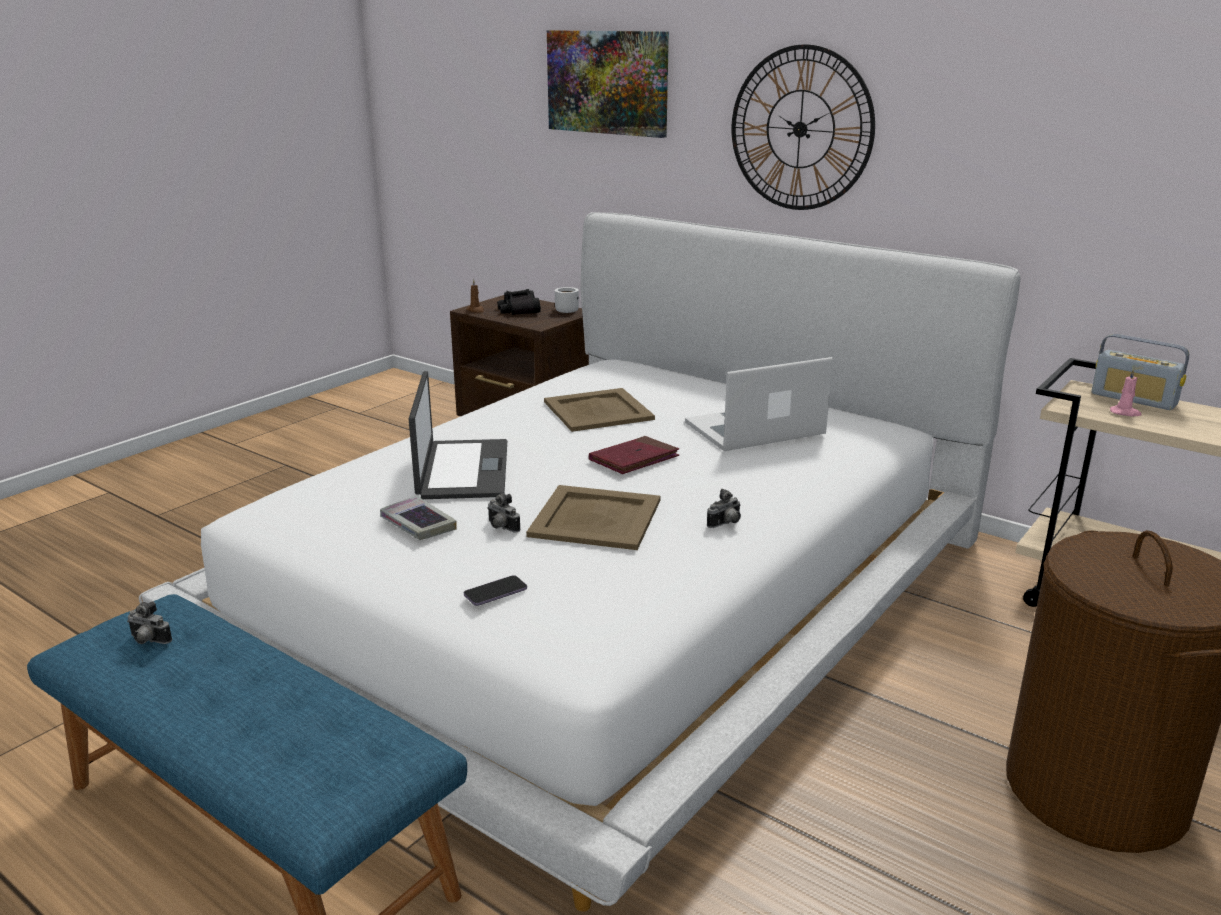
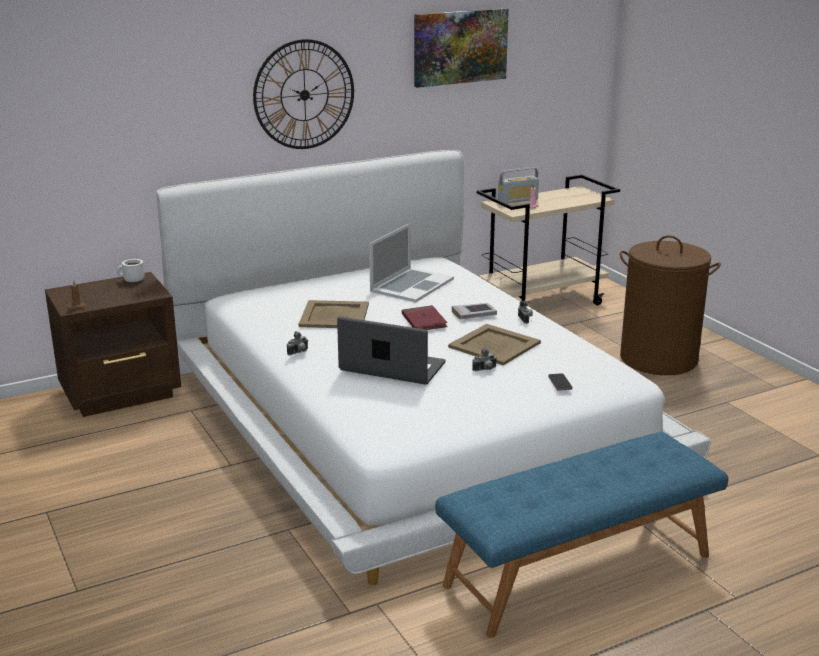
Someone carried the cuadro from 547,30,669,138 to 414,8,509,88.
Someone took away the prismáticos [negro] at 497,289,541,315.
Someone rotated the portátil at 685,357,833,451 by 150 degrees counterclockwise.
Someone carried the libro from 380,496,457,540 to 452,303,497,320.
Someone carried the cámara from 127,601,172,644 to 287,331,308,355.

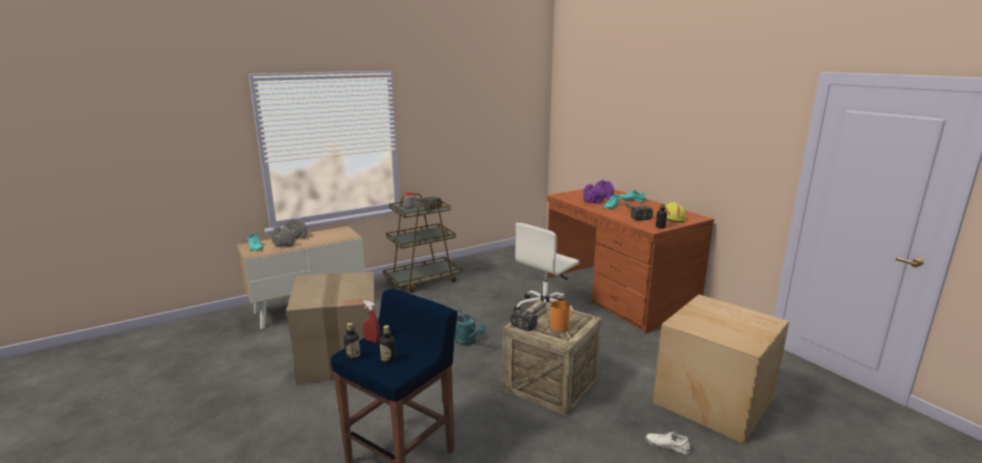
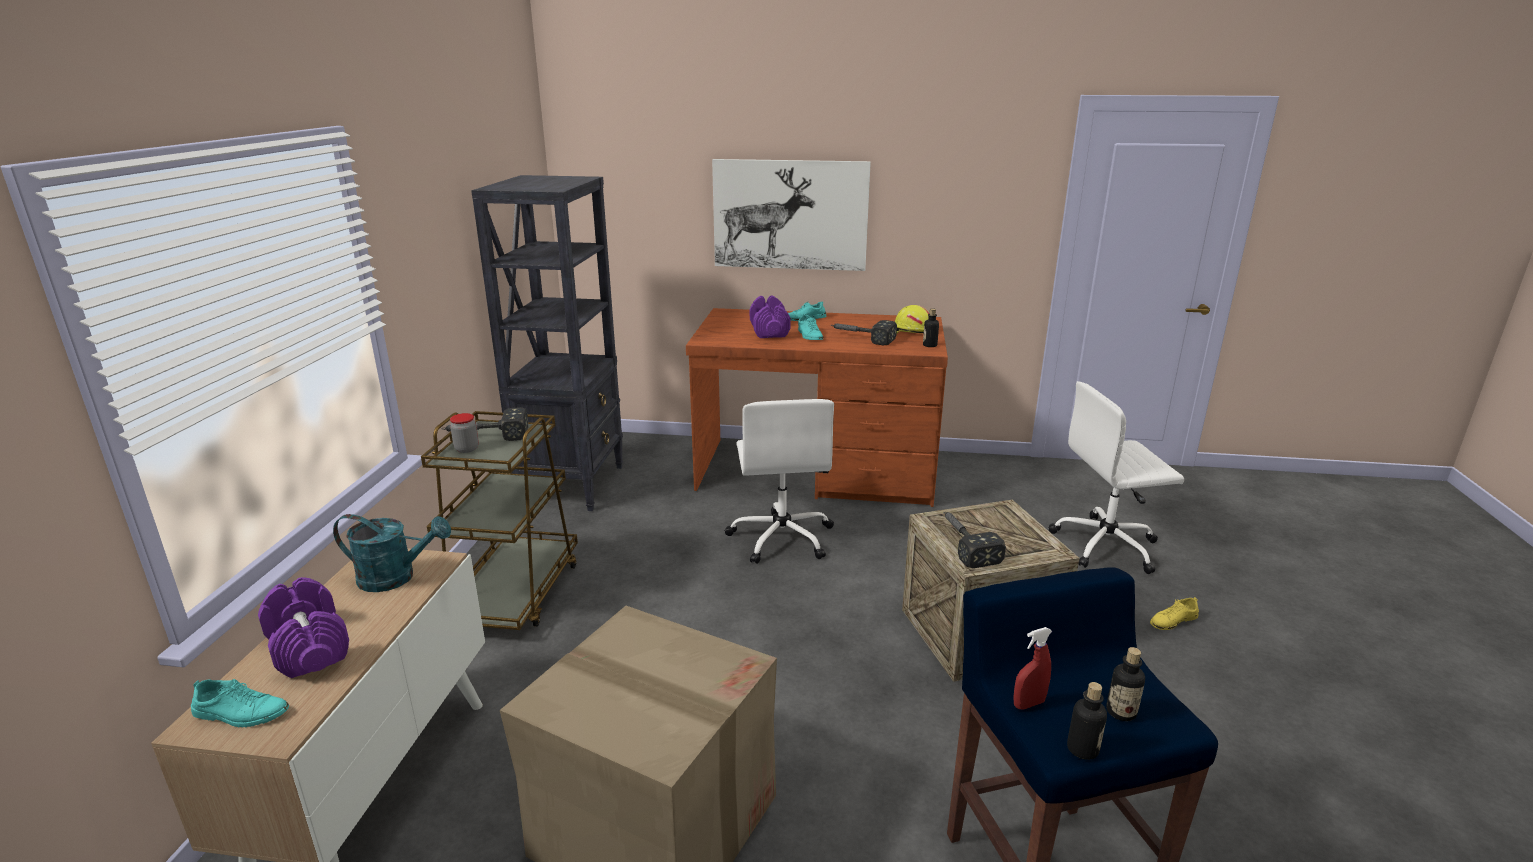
Someone repainted the mancuerna [gris] at 271,219,307,247, which became the mancuerna [morado] at 258,577,349,678.
Someone took away the botella [naranja] at 550,293,570,333.
Someone swapped the caja de cartón at 653,294,789,444 for the silla de oficina [blanco] at 1049,381,1184,574.
Someone carried the regadera [turquesa] from 455,309,486,346 to 333,514,451,592.
Someone repainted the zapato [blanco] at 645,432,691,454, which became the zapato [amarillo] at 1150,597,1199,630.
Someone put up the cuadro at 712,159,871,271.
Someone put down the estantería [negro] at 471,175,623,511.

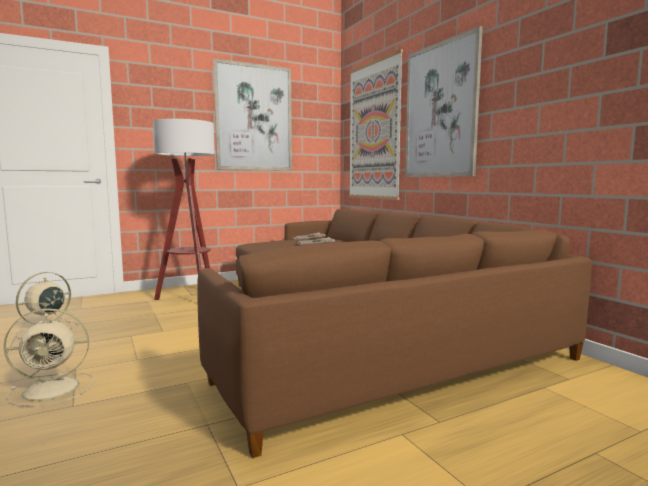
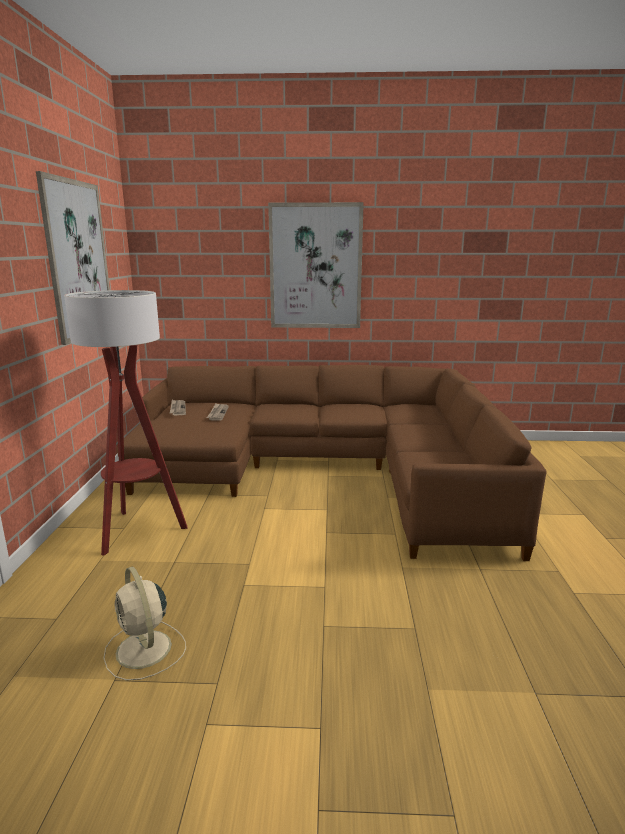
Someone took away the cuadro at 349,49,403,200.
Someone took away the ventilador [beis] at 3,309,94,407.

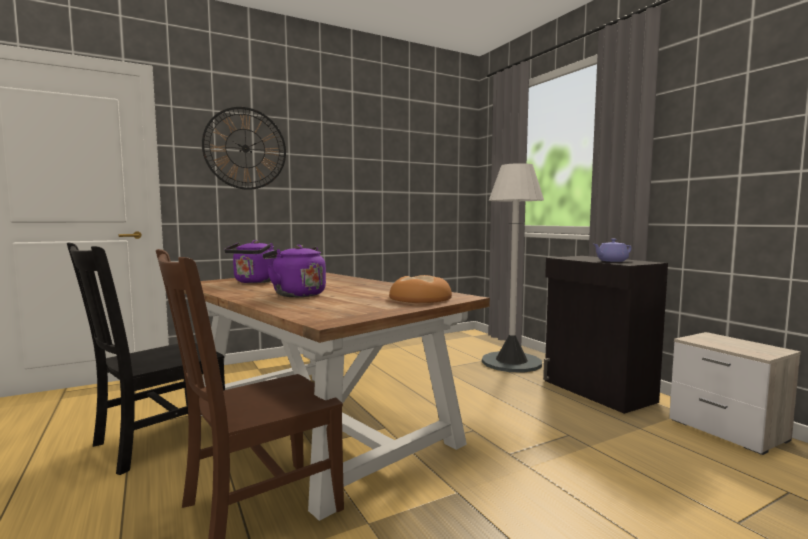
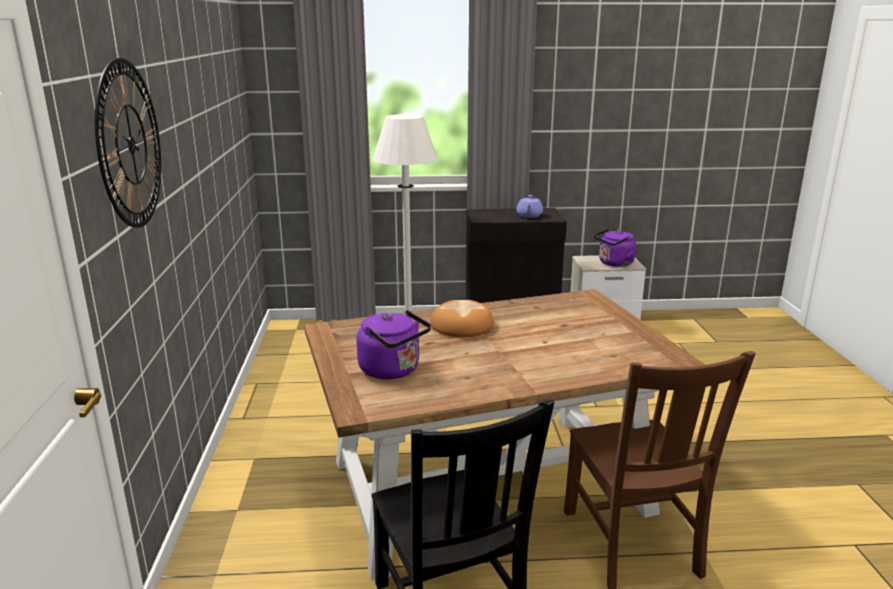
Someone carried the hervidor [morado] from 263,245,326,297 to 593,228,636,267.
Someone carried the pan from 389,275,452,303 to 430,300,493,337.

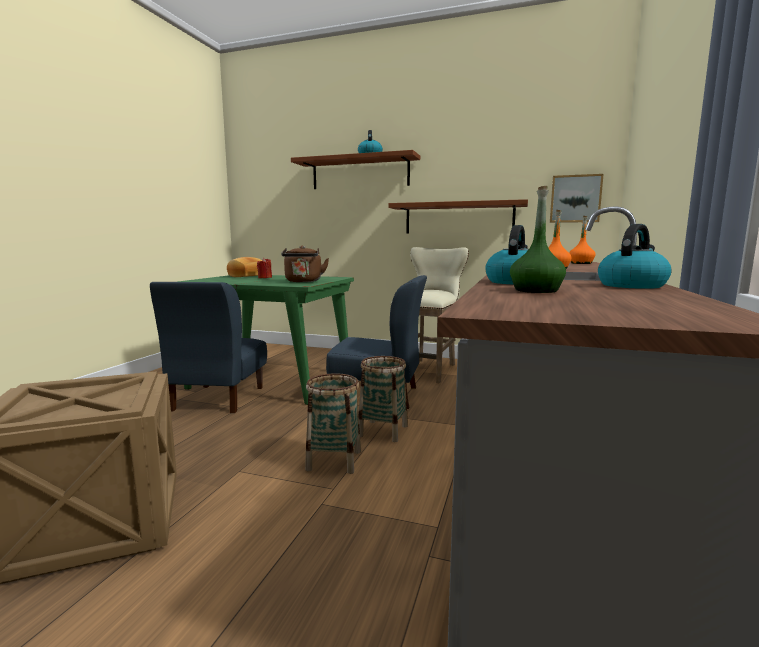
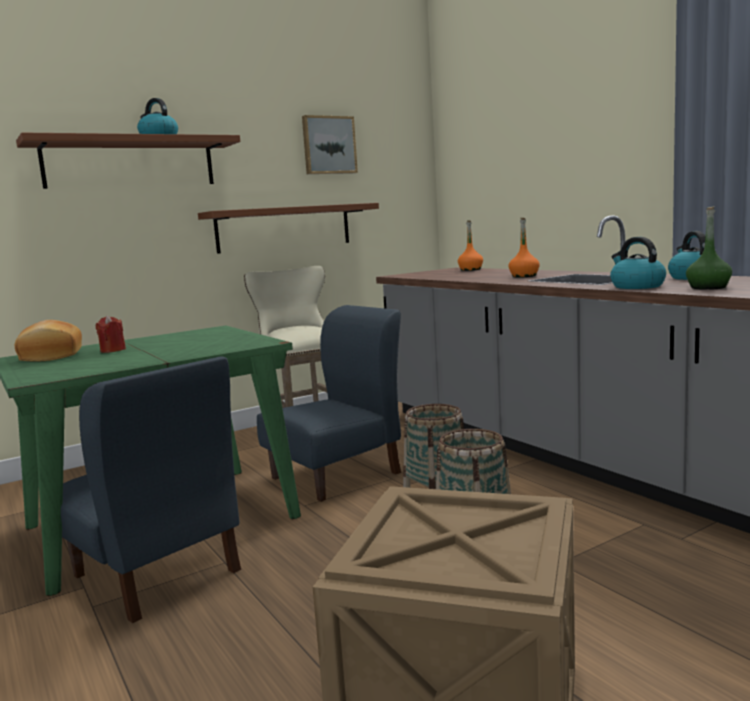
Someone carried the cuadro from 550,174,604,223 to 302,115,358,174.
Someone took away the hervidor [marrón] at 281,246,329,282.

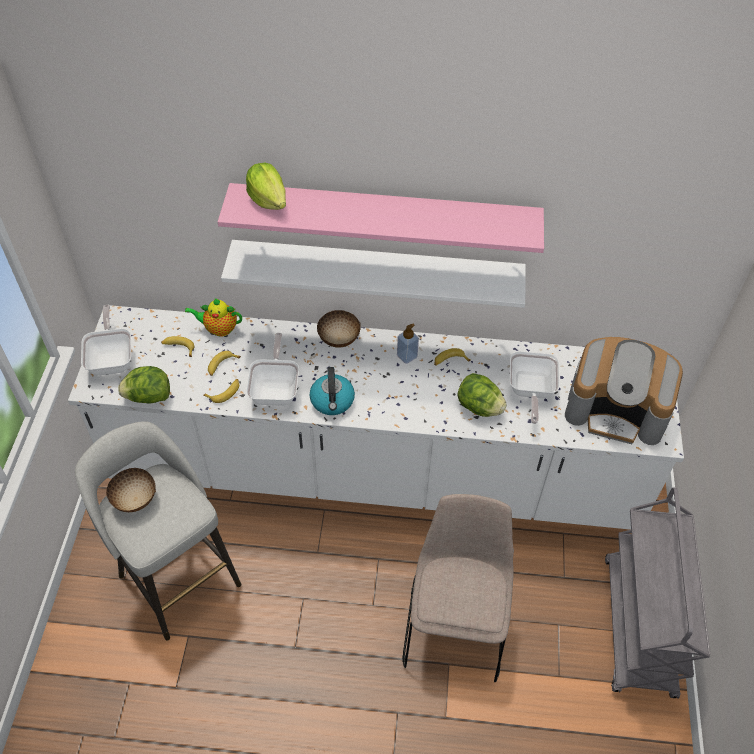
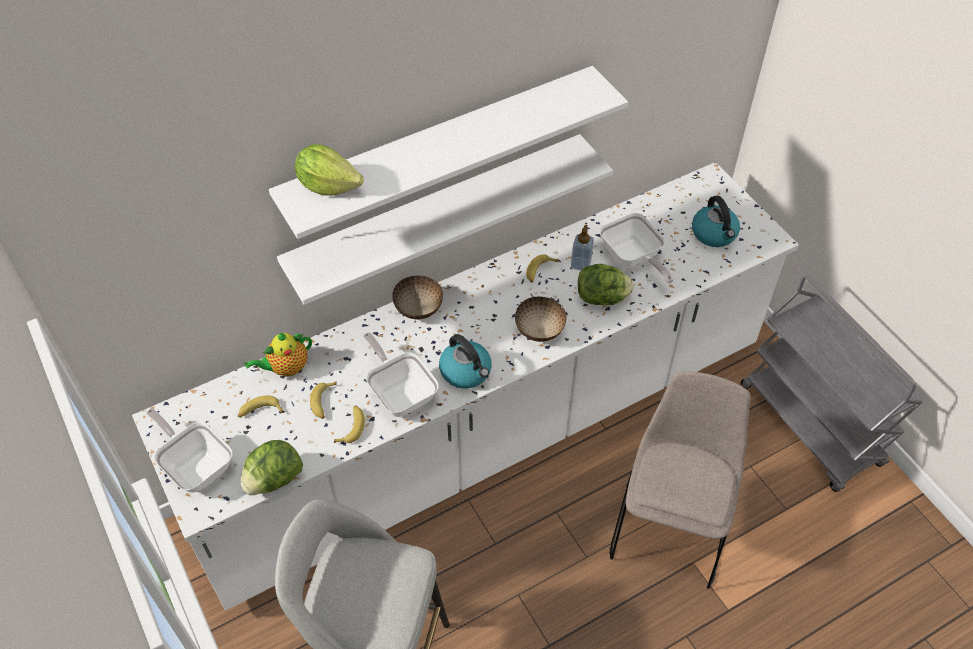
Someone repainted the estante [rosa] at 218,183,544,253, which became the estante [blanco] at 269,66,628,239.
Someone carried the dispensador de jabón from 397,323,419,364 to 571,225,594,271.
Someone swapped the cafetera at 565,337,683,445 for the hervidor at 692,196,740,247.
Someone carried the cuenco from 106,468,156,512 to 515,296,566,342.
Someone rotated the silla [beis] at 402,494,514,682 by 45 degrees clockwise.

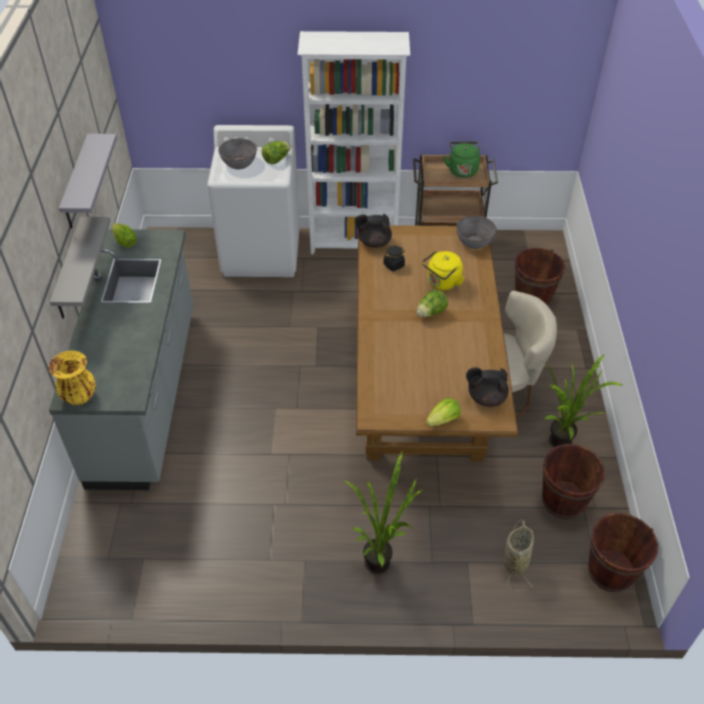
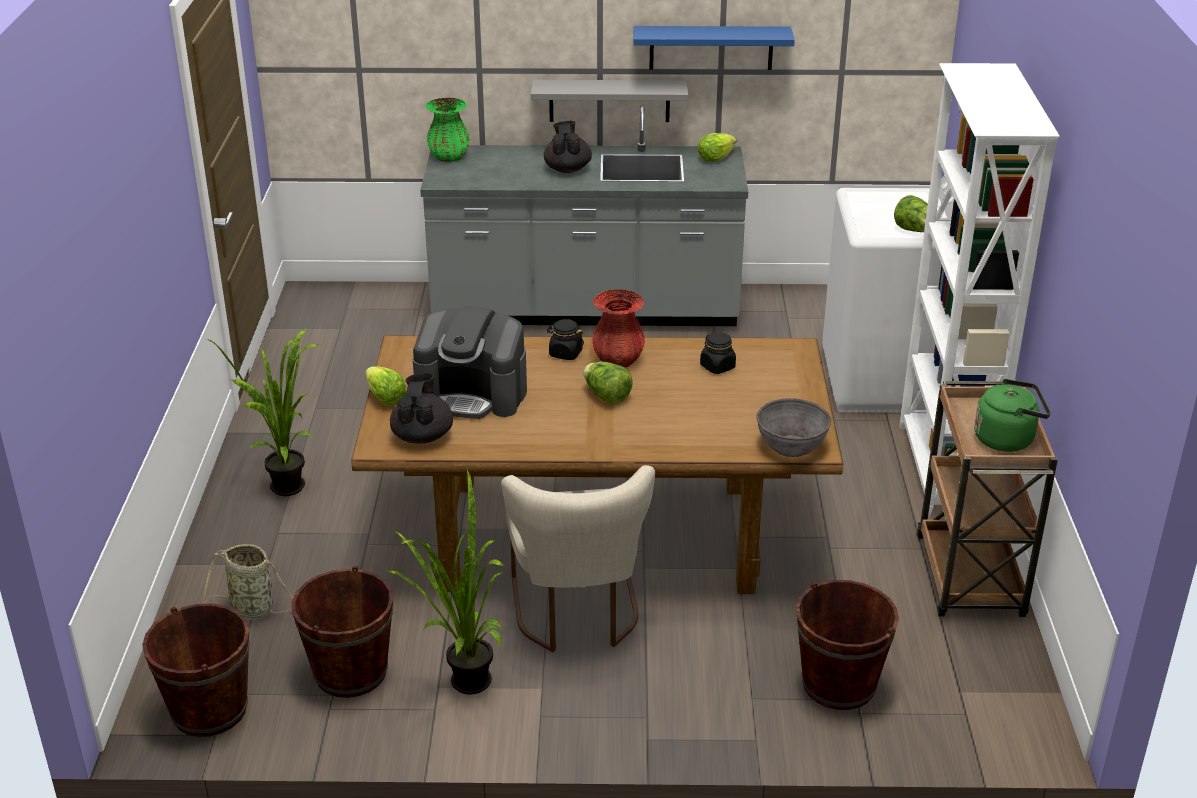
Someone repainted the estante [gris] at 59,134,117,228, which became the estante [azul] at 633,26,795,70.
Someone took away the cuenco [gris] at 218,138,257,170.
Someone carried the tetera [negro] from 354,214,392,248 to 544,121,592,173.
Someone took away the hervidor [amarillo] at 422,251,464,290.
Someone repainted the florero [amarillo] at 49,350,96,405, which became the florero [verde] at 425,98,470,162.
Someone put down the florero [rojo] at 592,289,645,367.
Someone put down the cafetera at 413,306,527,419.
Someone put down the tarro [negro] at 547,319,584,360.

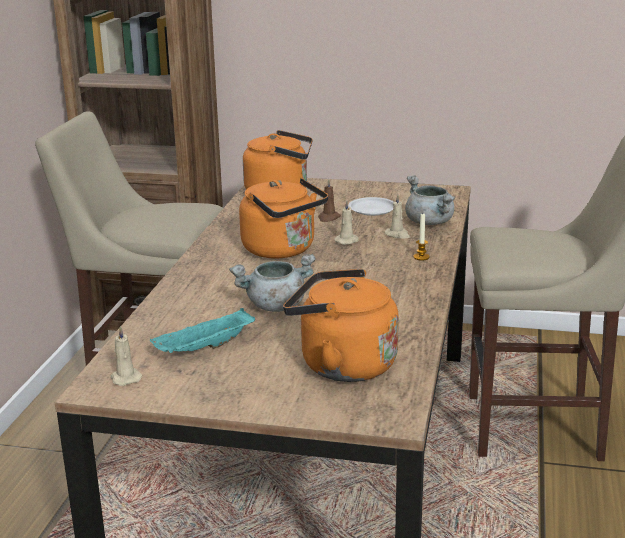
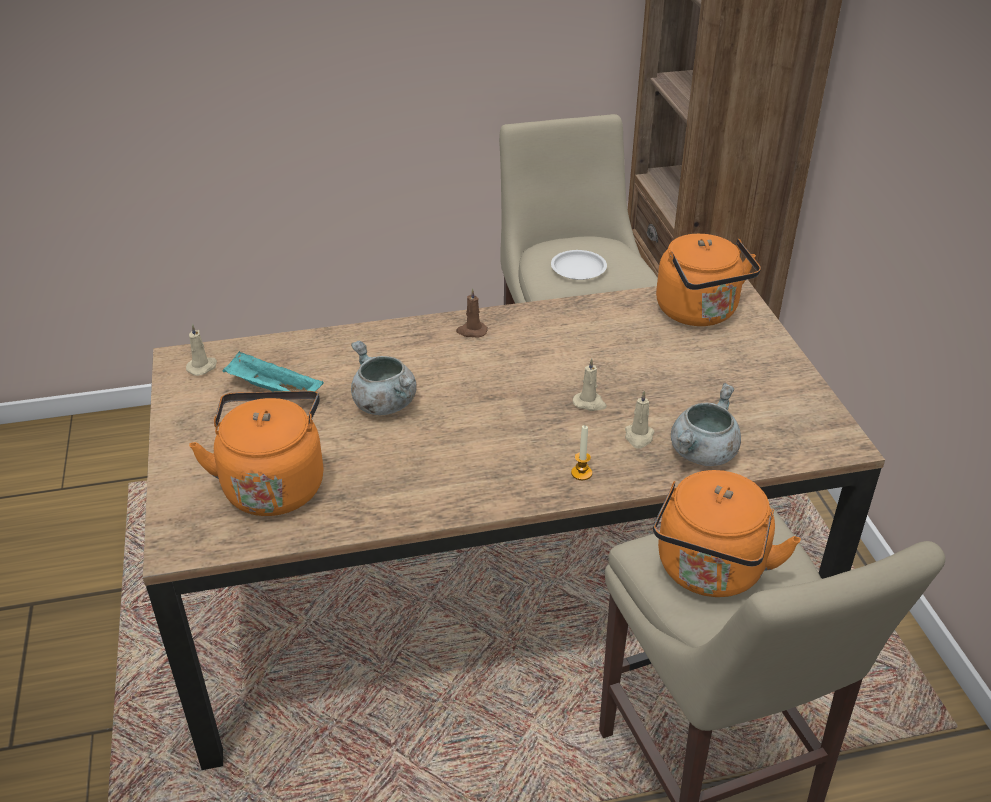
Someone carried the hervidor [naranja] from 239,178,328,258 to 653,470,801,597.
Someone carried the vela [marrón] from 318,179,341,222 to 456,288,488,338.
Someone carried the plato [blanco] from 348,197,394,216 to 551,250,607,280.

